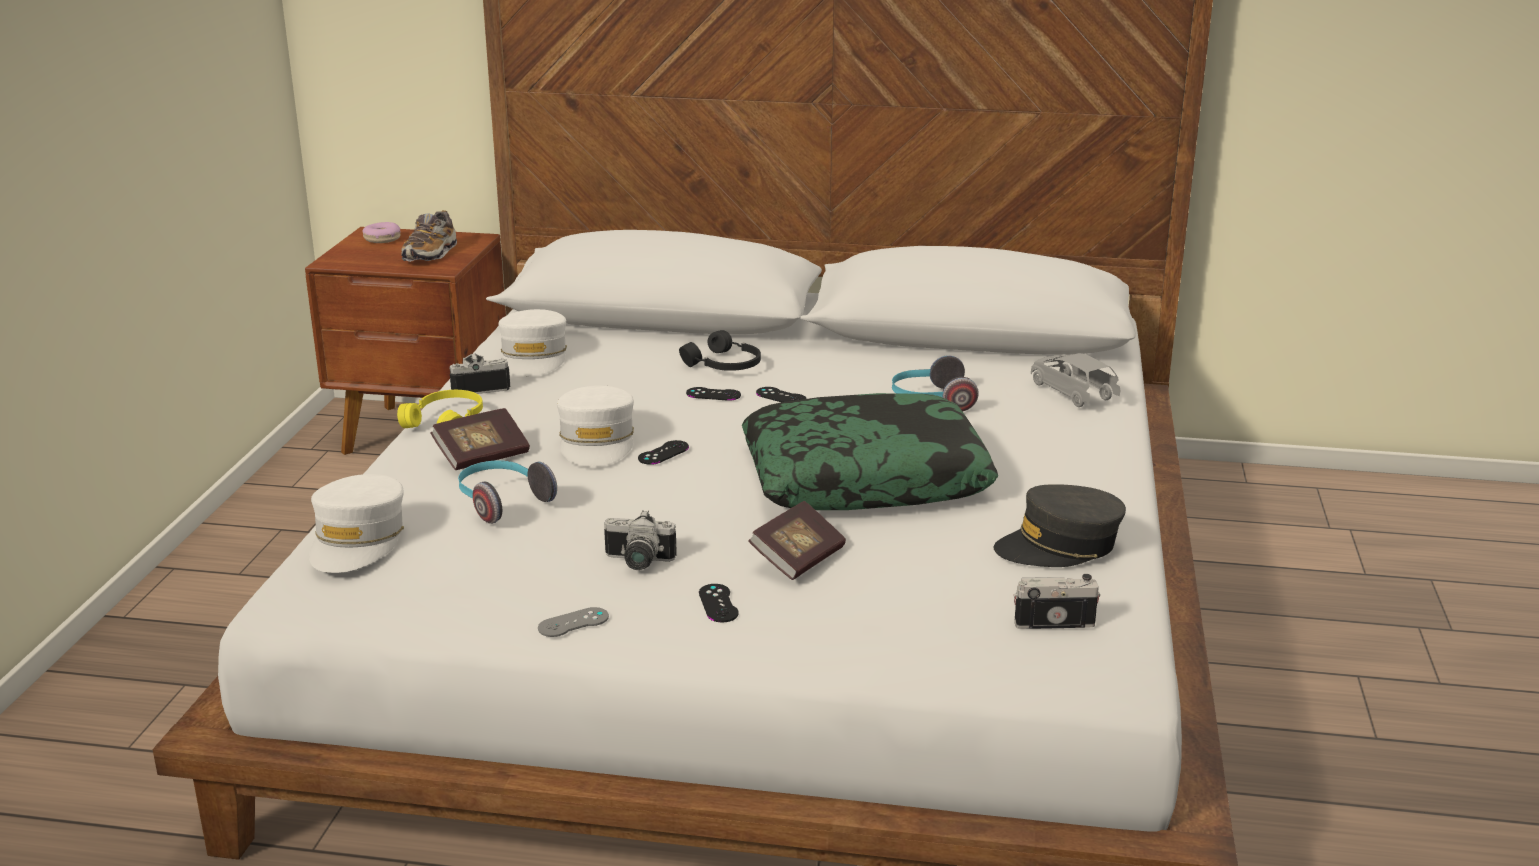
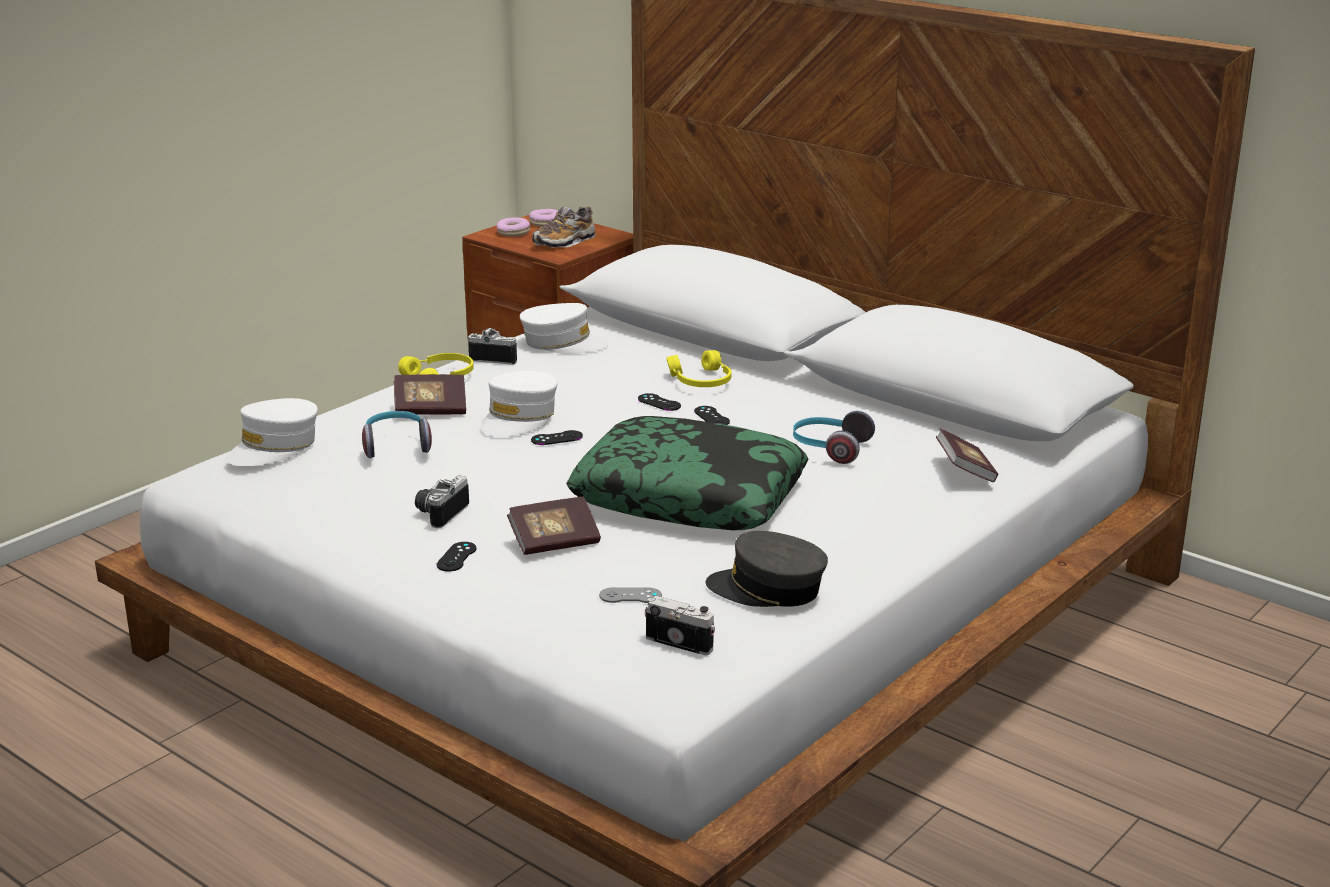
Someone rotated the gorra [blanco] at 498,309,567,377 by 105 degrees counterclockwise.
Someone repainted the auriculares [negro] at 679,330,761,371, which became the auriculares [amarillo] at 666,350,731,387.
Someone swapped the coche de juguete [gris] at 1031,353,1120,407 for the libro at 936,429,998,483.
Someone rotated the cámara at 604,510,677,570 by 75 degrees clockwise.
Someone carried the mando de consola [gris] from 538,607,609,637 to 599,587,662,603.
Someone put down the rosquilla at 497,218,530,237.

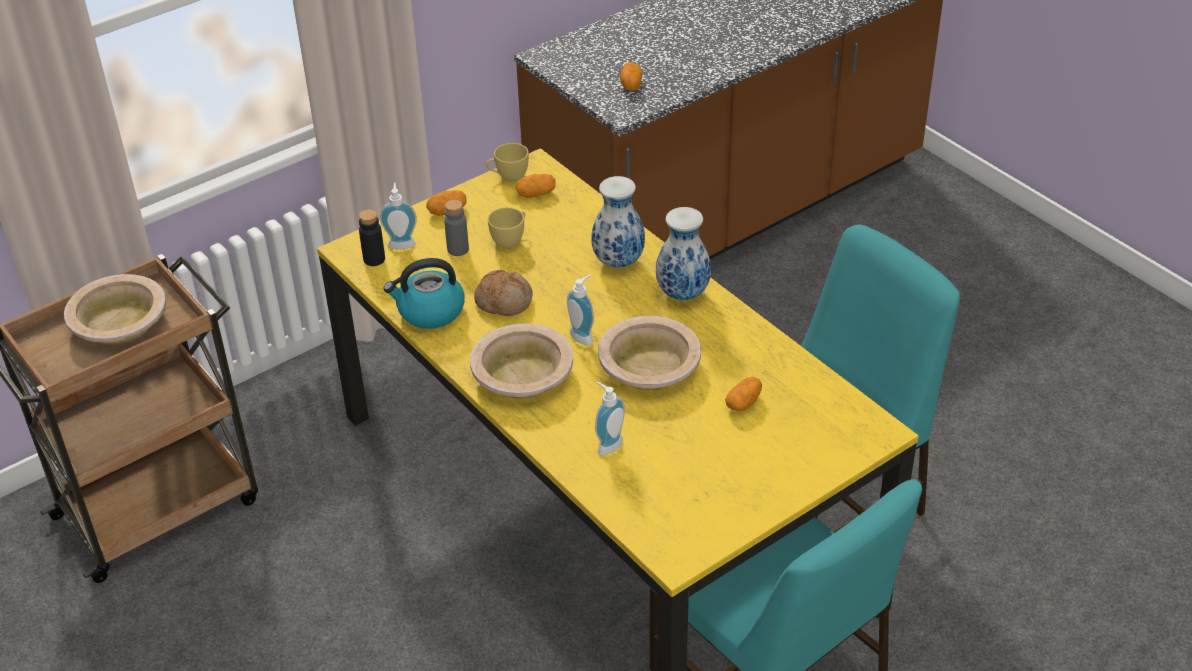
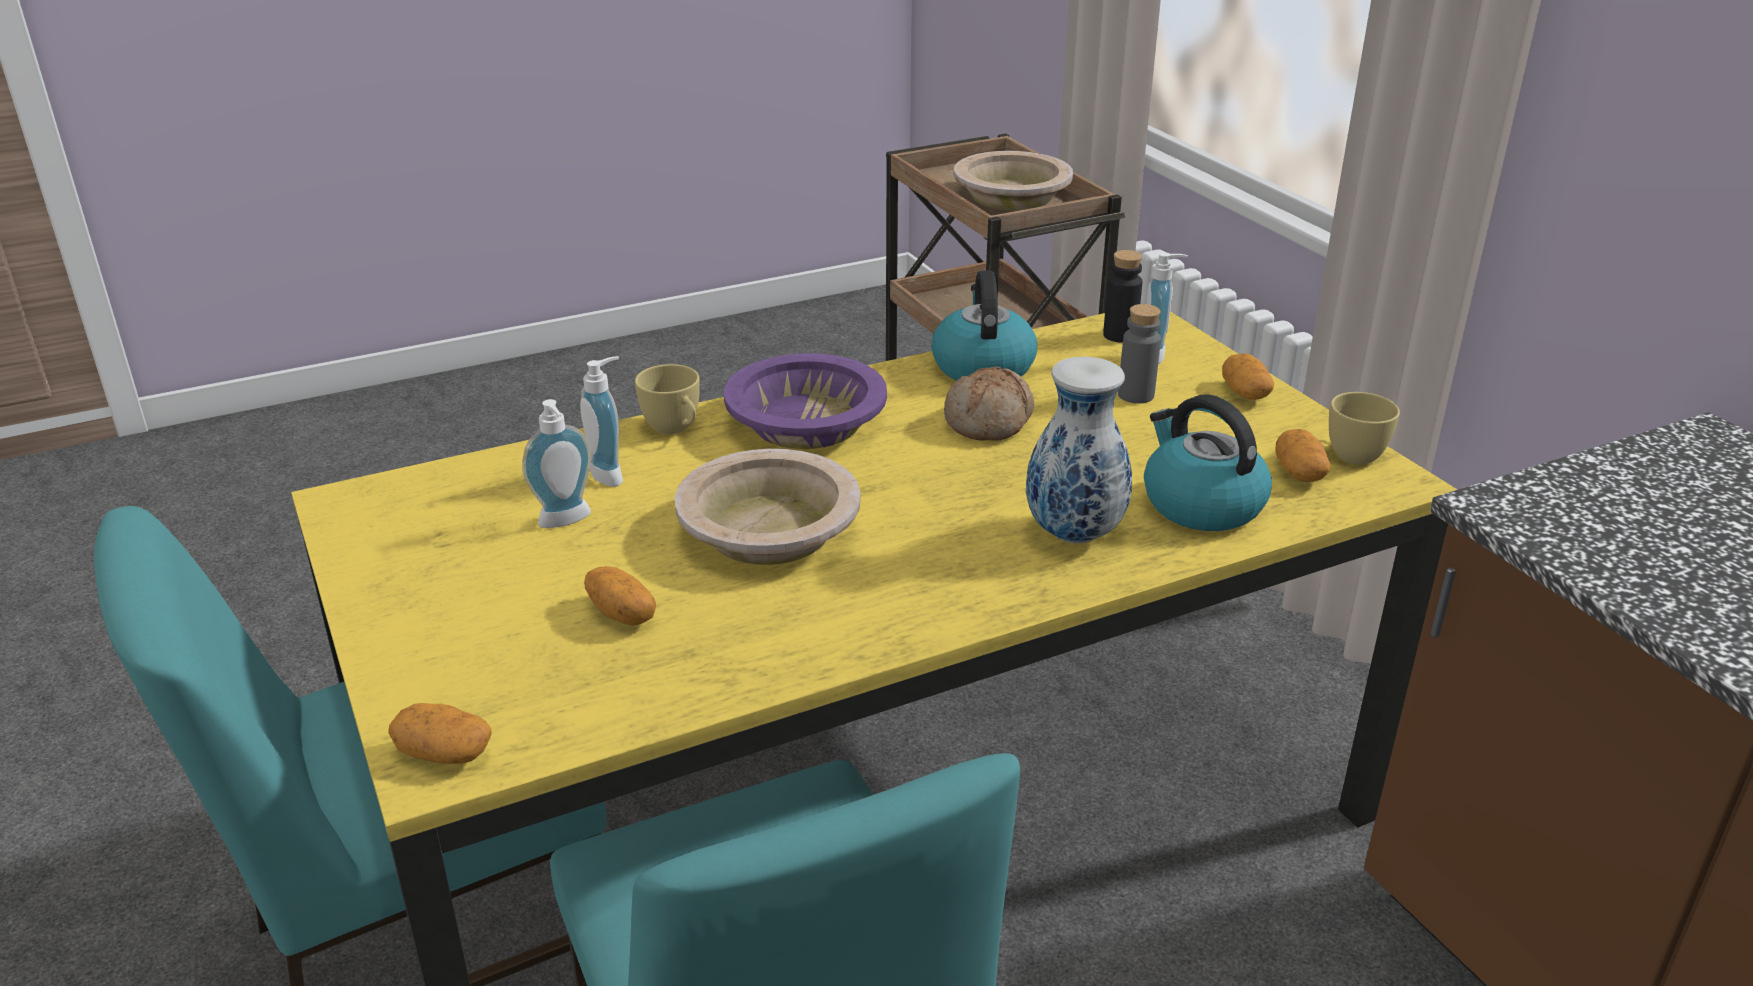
Someone carried the patata from 620,62,643,90 to 388,703,492,764.
Someone carried the taza [amarillo] from 488,207,525,249 to 635,364,700,434.
Someone took away the florero at 656,207,711,300.
Someone carried the dispensador de jabón from 567,275,594,345 to 522,399,591,528.
Someone repainted the cuenco [beis] at 470,323,573,398, which became the cuenco [morado] at 724,353,887,449.
Someone put down the hervidor at 1144,394,1272,531.

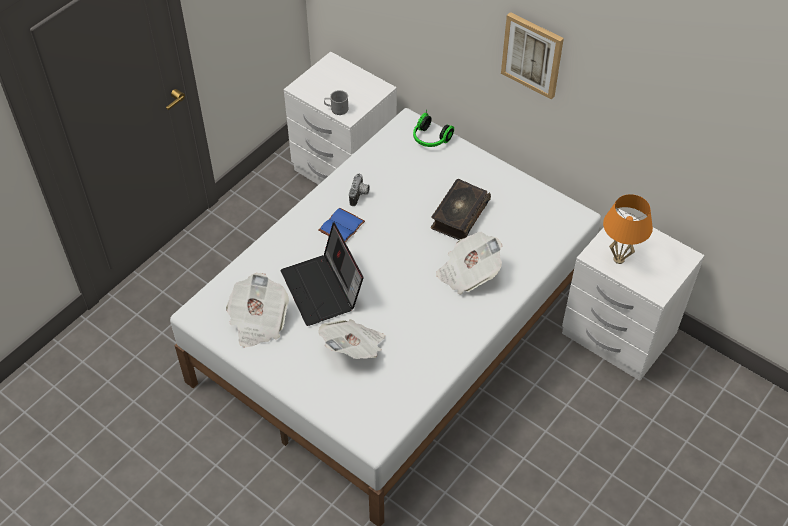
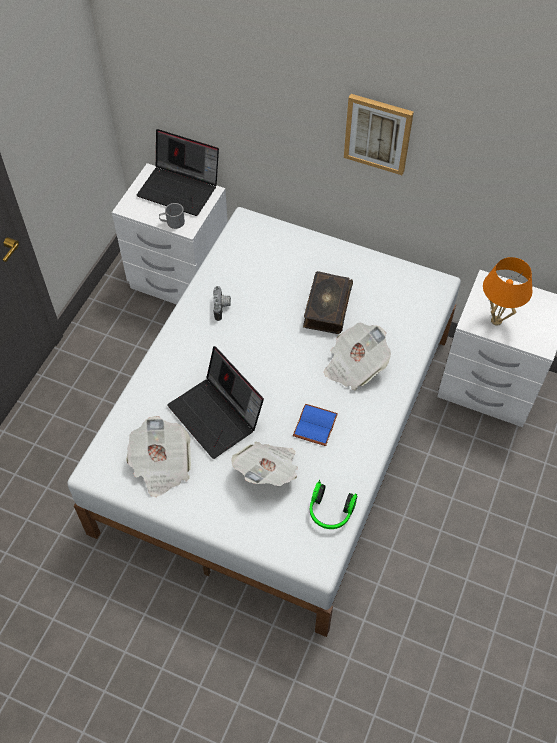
Someone carried the auriculares from 413,109,454,147 to 310,480,357,529.
Someone carried the libro [azul] from 319,208,365,243 to 293,404,338,446.
Someone put down the portátil at 137,129,219,216.

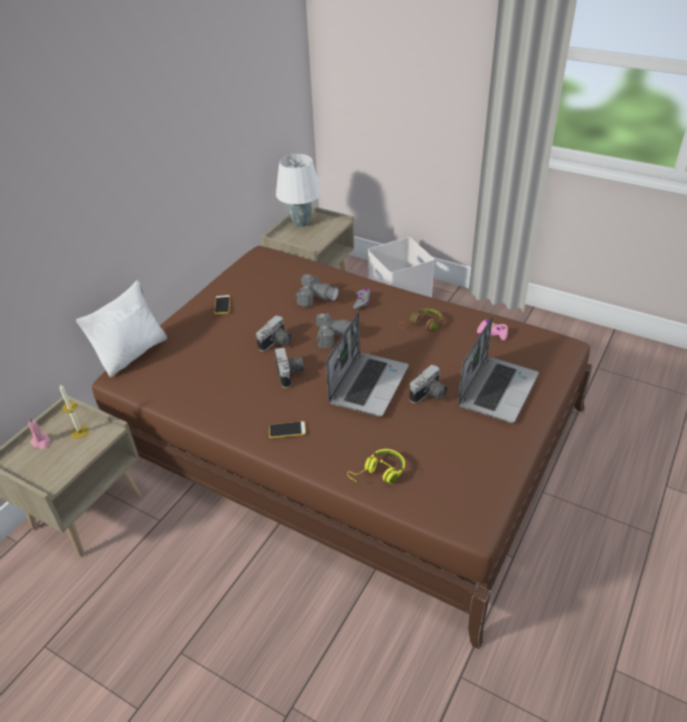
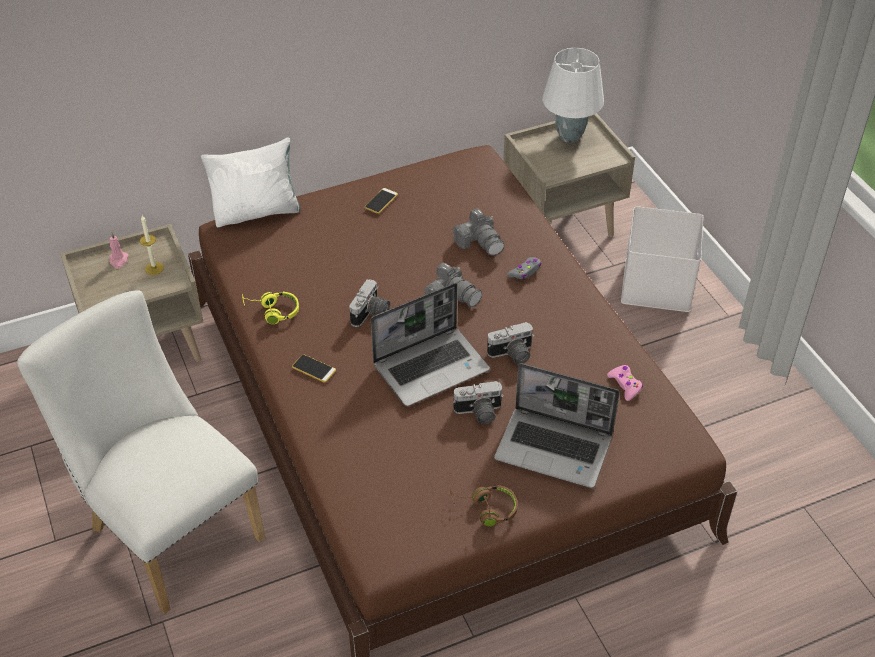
Someone carried the auriculares [marrón] from 398,308,443,331 to 450,485,518,527.
Someone carried the cámara from 256,316,292,351 to 487,322,535,364.
Someone rotated the portátil at 458,316,539,423 by 45 degrees clockwise.
Someone carried the auriculares [amarillo] from 347,449,405,484 to 242,292,299,324.
Someone put down the silla [blanco] at 17,290,265,614.

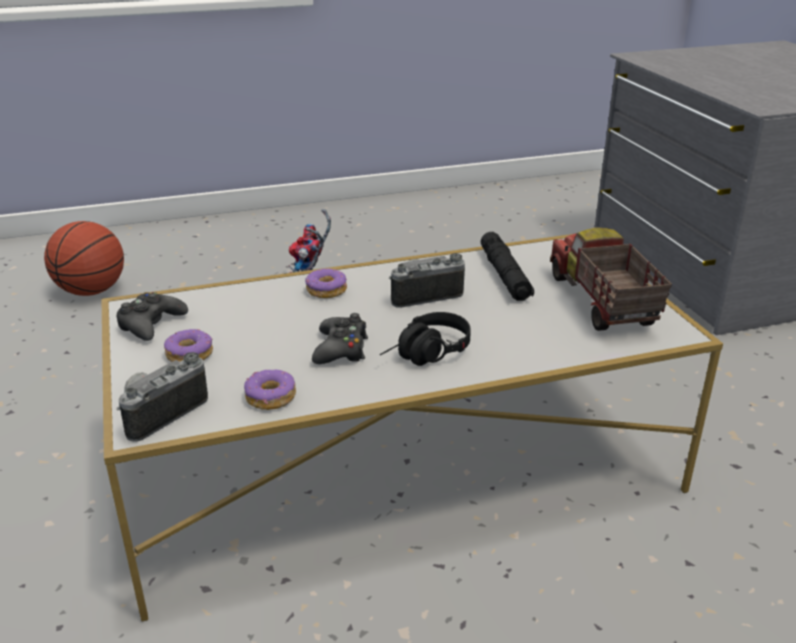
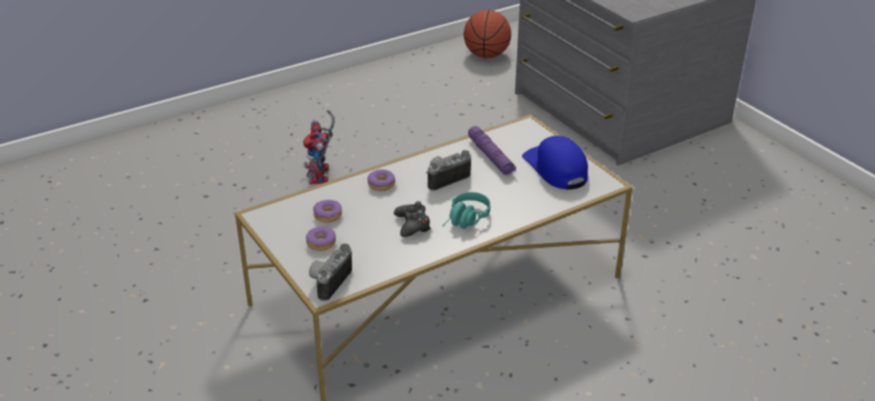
Someone carried the balón de baloncesto from 44,221,124,296 to 464,10,511,58.
Someone swapped the camión de juguete at 550,227,672,331 for the gorra [azul] at 522,136,588,190.
Someone repainted the linterna [negro] at 481,232,534,301, which became the linterna [morado] at 468,126,516,175.
Someone took away the mando de consola [negro] at 117,292,188,341.
Someone repainted the auriculares [negro] at 380,312,471,366, which became the auriculares [turquesa] at 443,192,490,229.
Someone carried the rosquilla from 244,370,296,410 to 313,200,342,223.

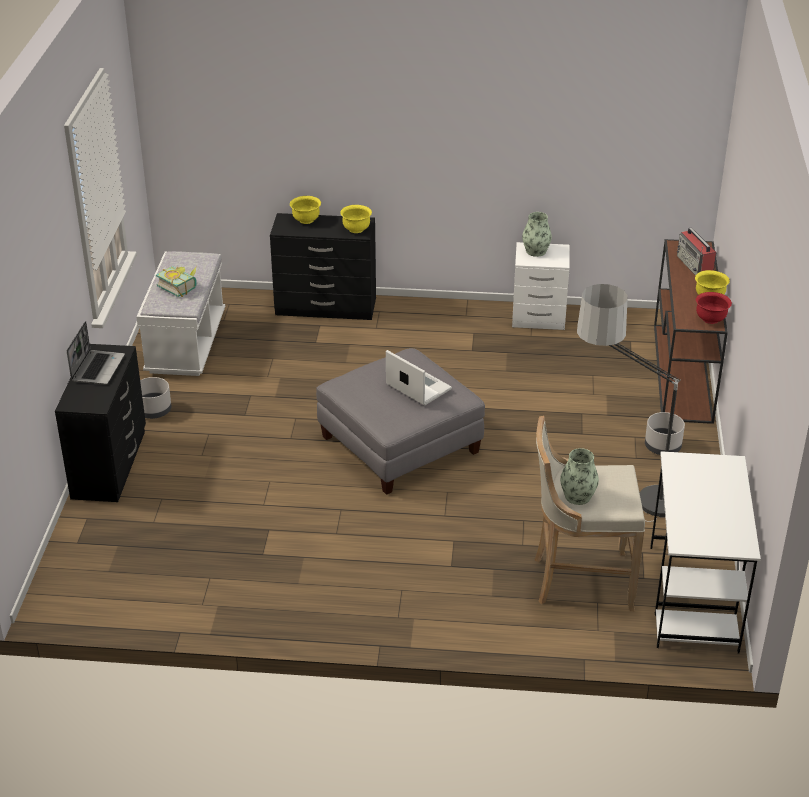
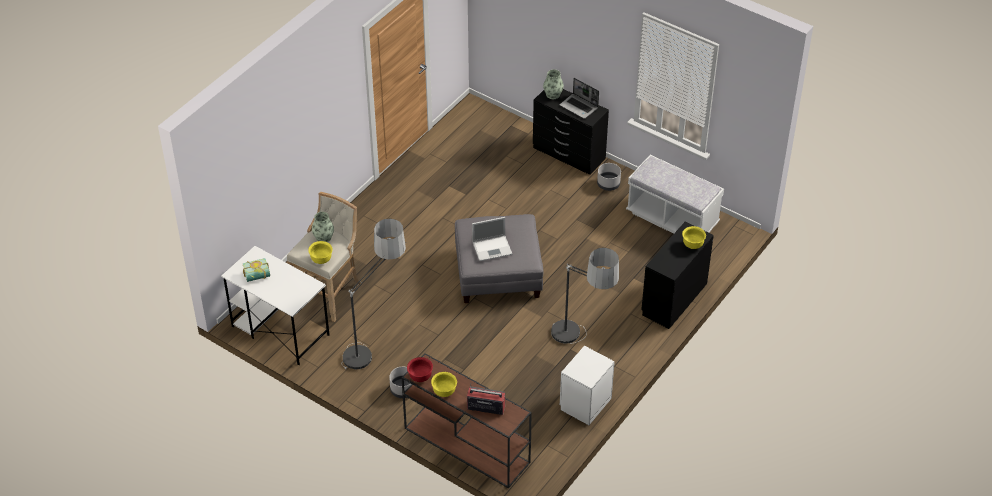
Someone carried the cuenco [amarillo] from 340,205,372,233 to 308,241,333,264.
Someone carried the florero from 522,212,552,257 to 543,69,564,99.
Someone carried the libro from 156,266,197,297 to 242,258,270,282.
Someone put down the lámpara de pie at 551,248,619,343.

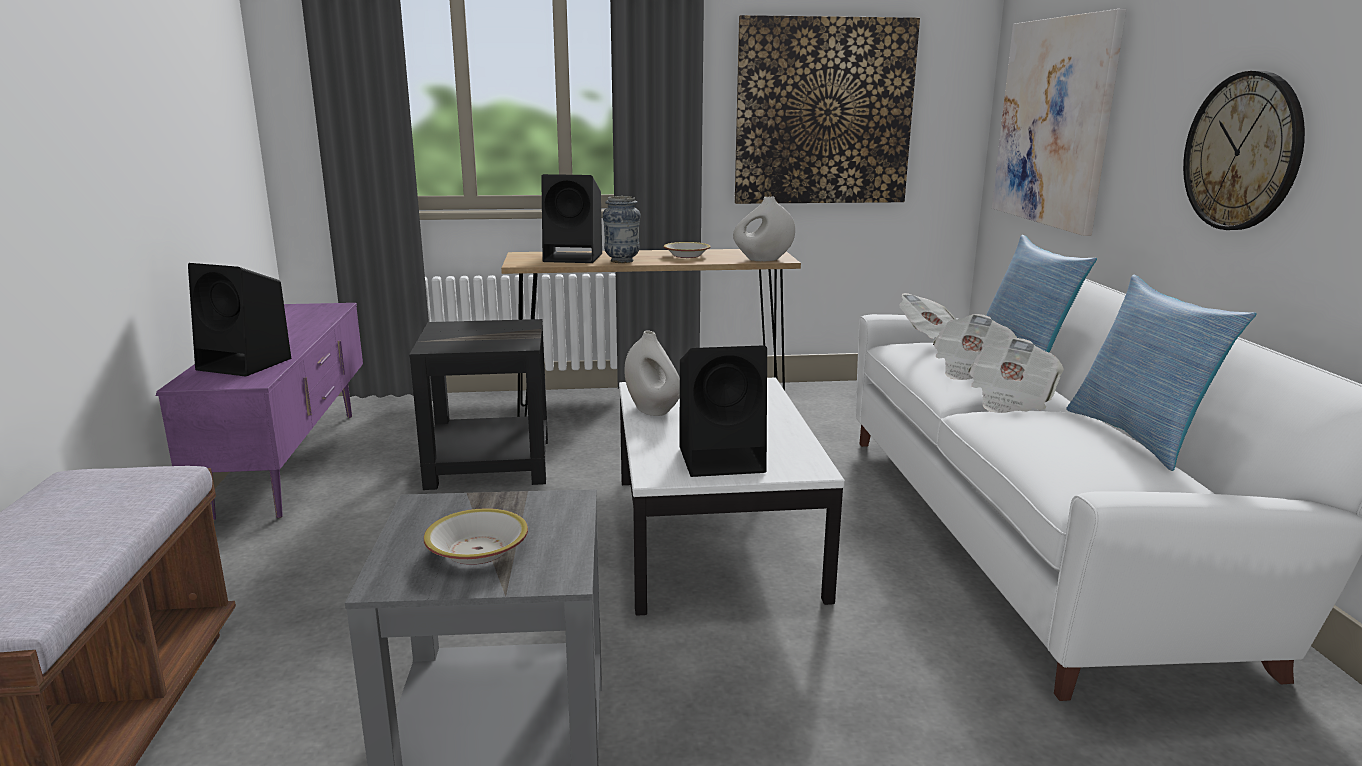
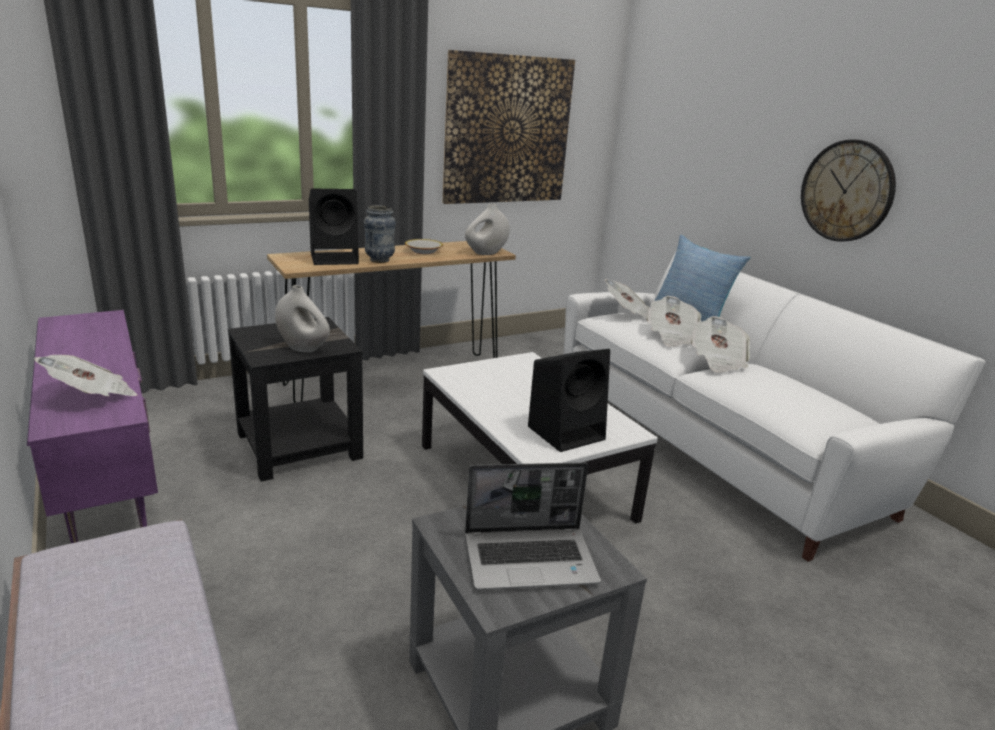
Someone took away the cuadro at 992,9,1126,236.
Someone swapped the altavoz [negro] at 188,263,292,377 for the periódico at 34,355,138,396.
Someone took away the cojín at 1066,275,1257,471.
Someone carried the florero [blanco] from 625,331,680,416 to 275,285,330,353.
Someone swapped the cuenco at 424,508,528,565 for the portátil at 465,463,601,590.

